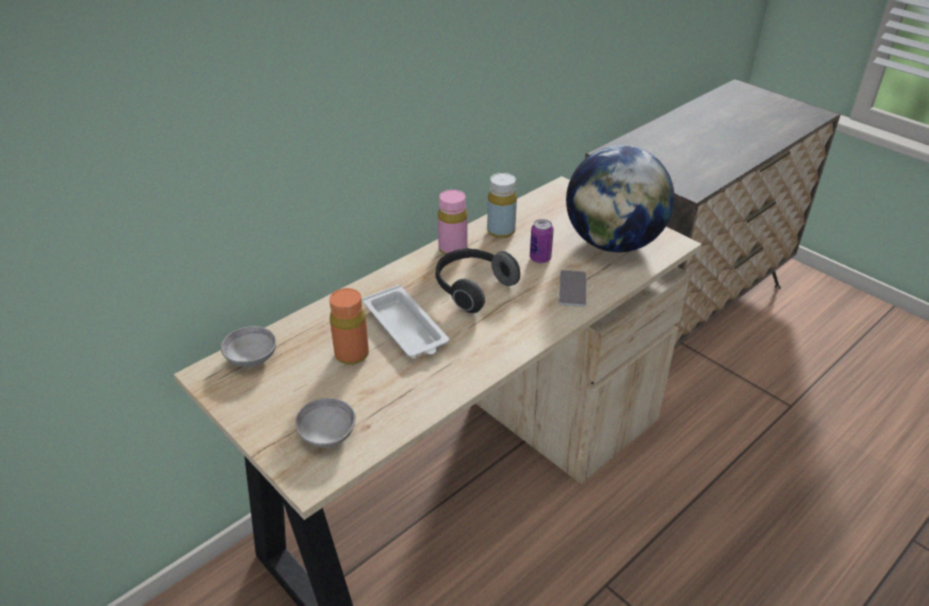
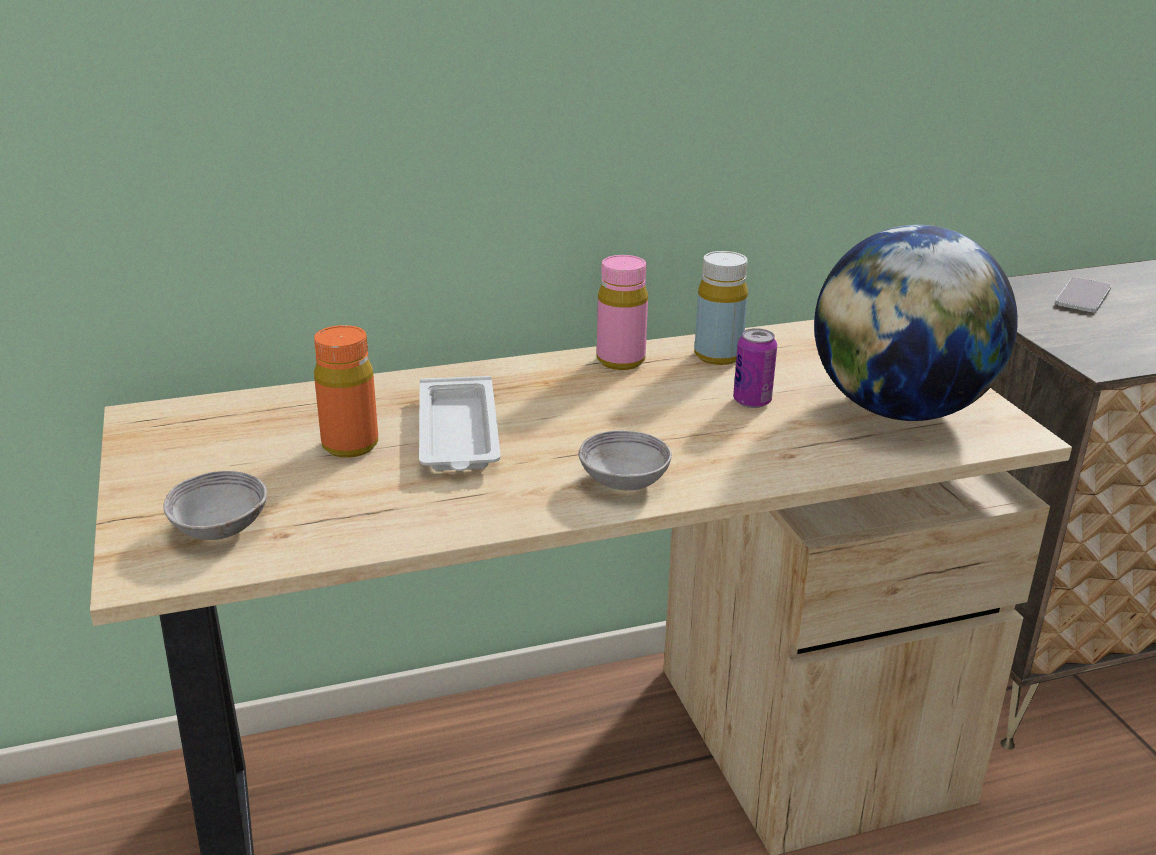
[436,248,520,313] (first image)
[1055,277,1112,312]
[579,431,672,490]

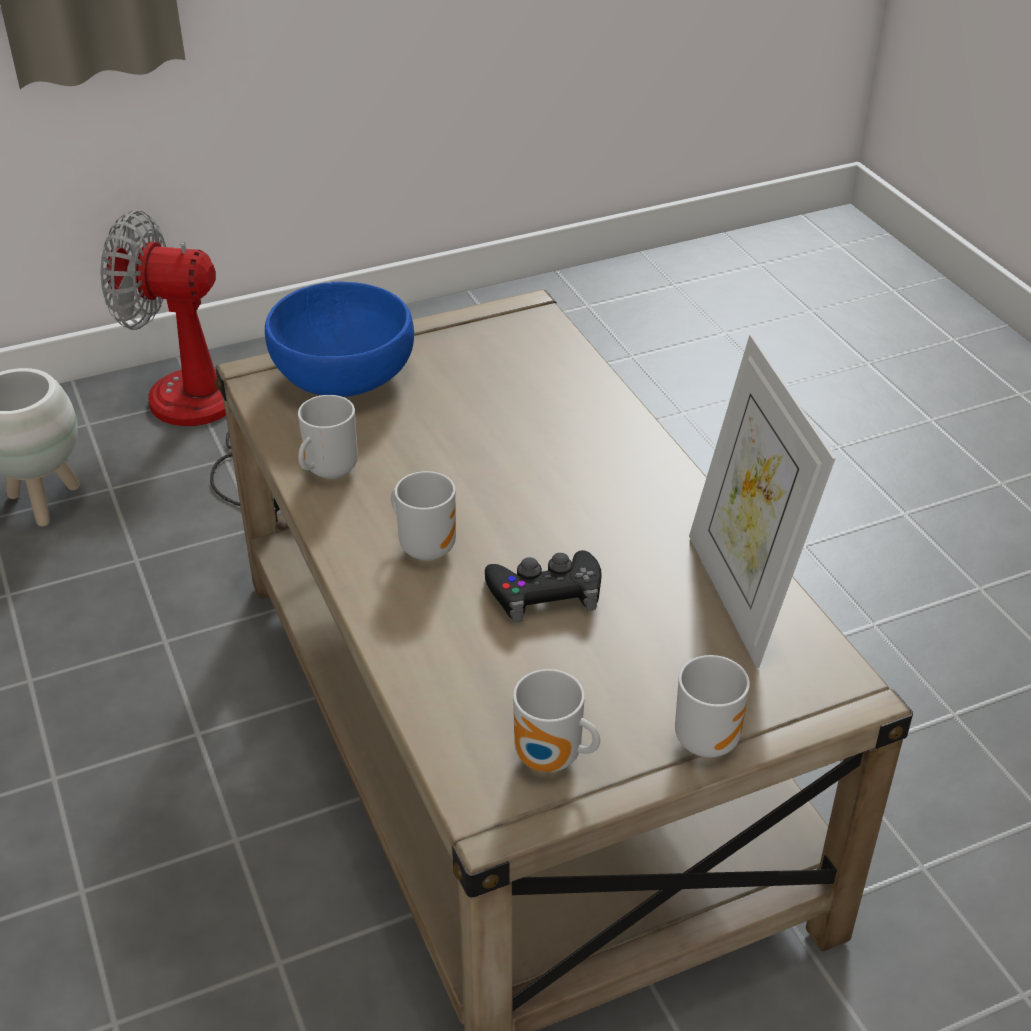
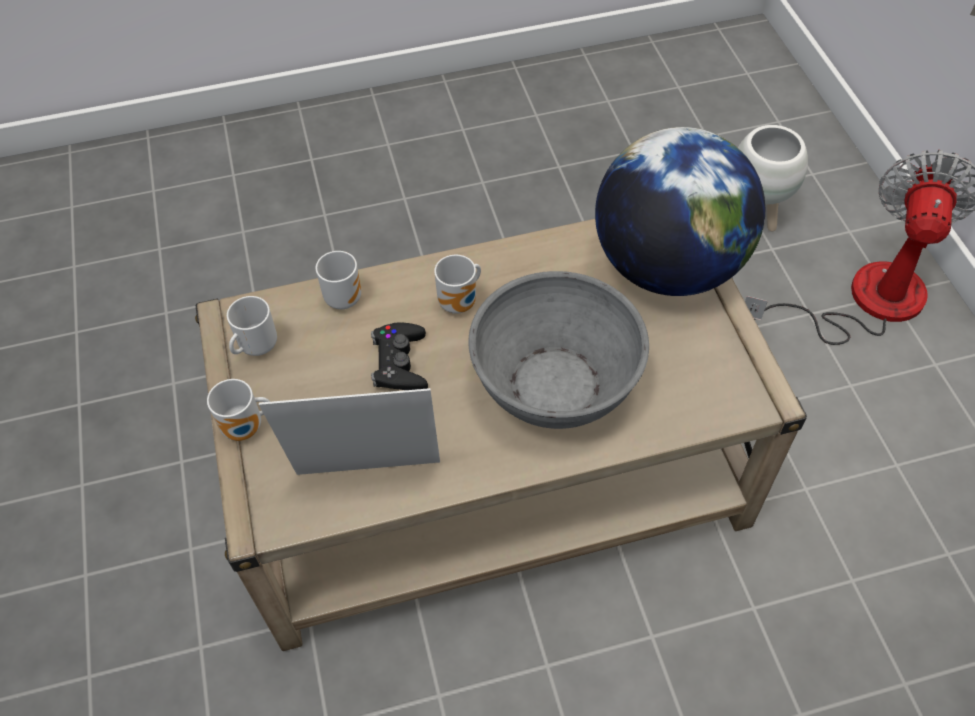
[595,127,765,296]
[316,251,361,309]
[468,271,649,429]

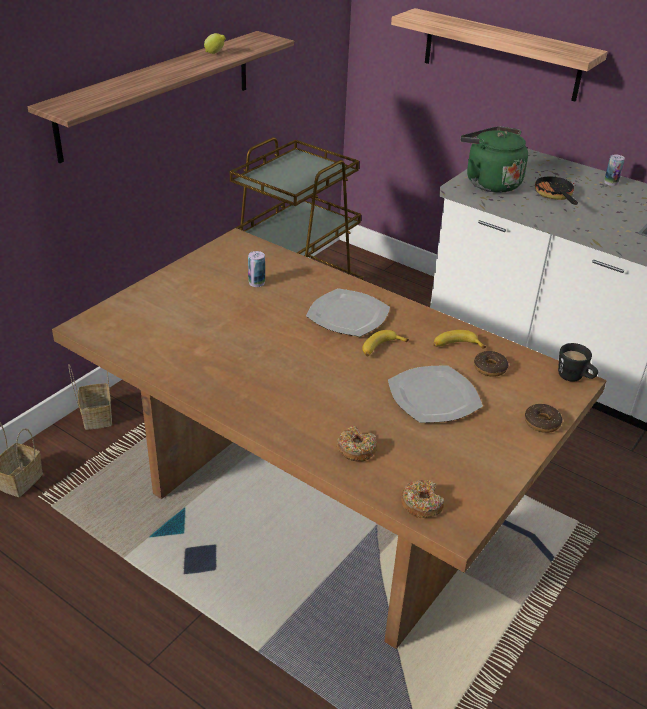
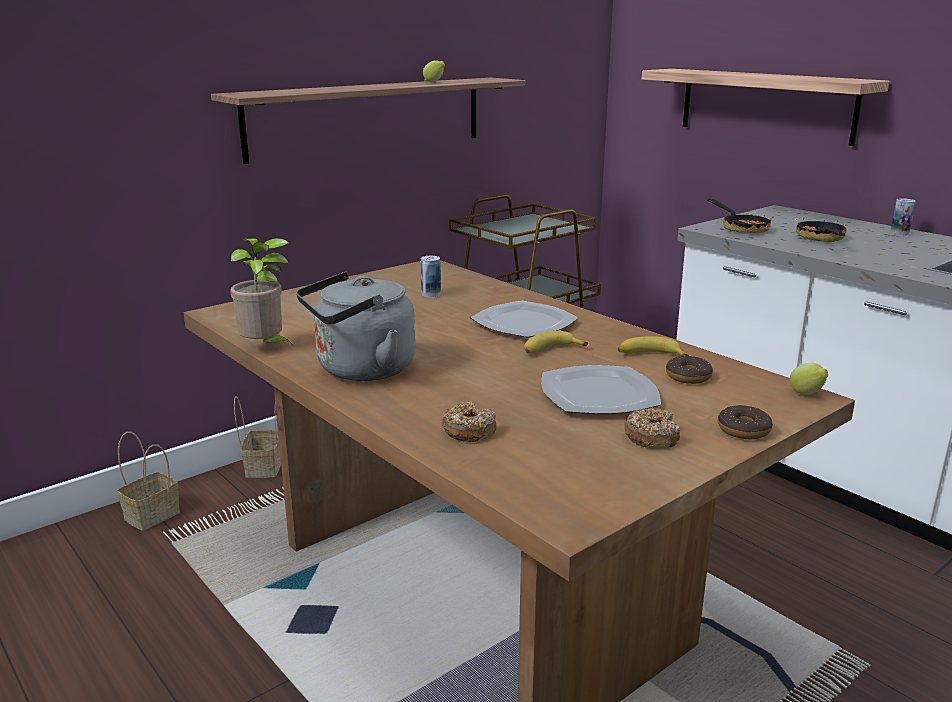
[707,199,772,233]
[790,363,828,394]
[624,408,680,447]
[230,238,292,344]
[296,272,415,381]

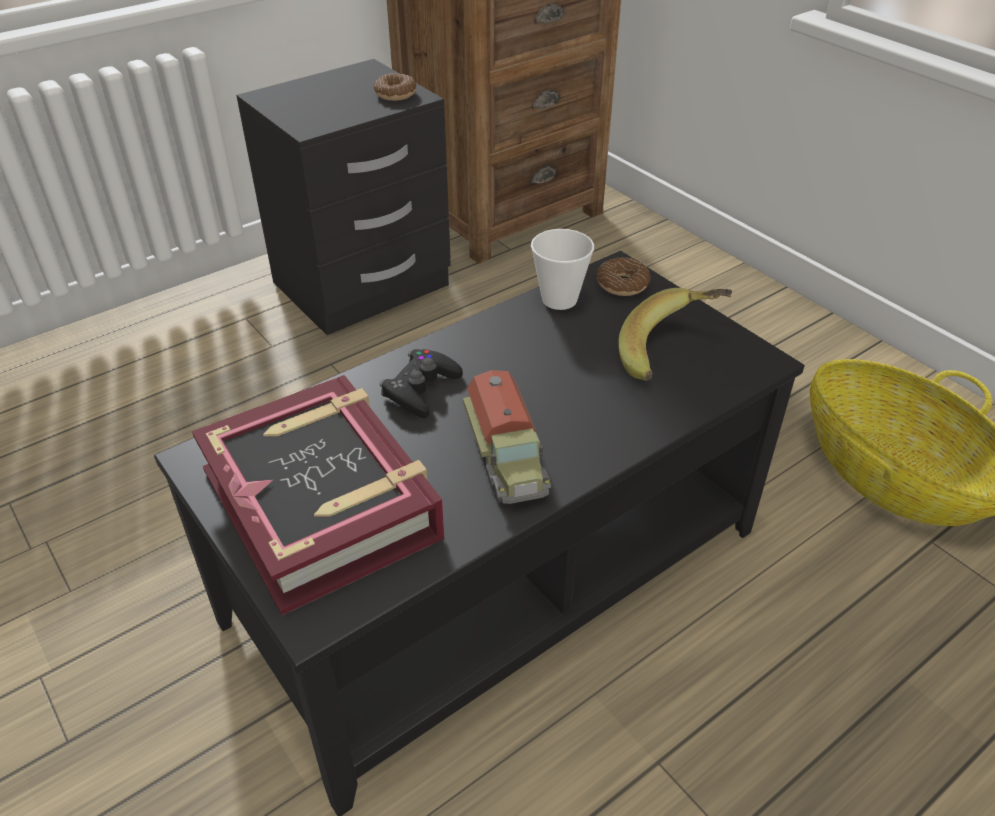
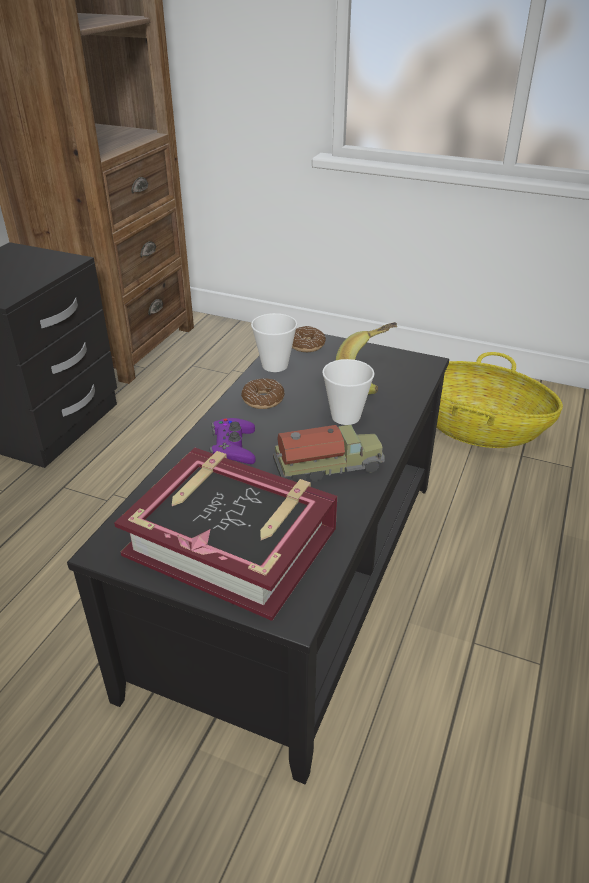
[241,378,285,409]
[210,418,256,464]
[273,425,385,482]
[322,359,375,425]

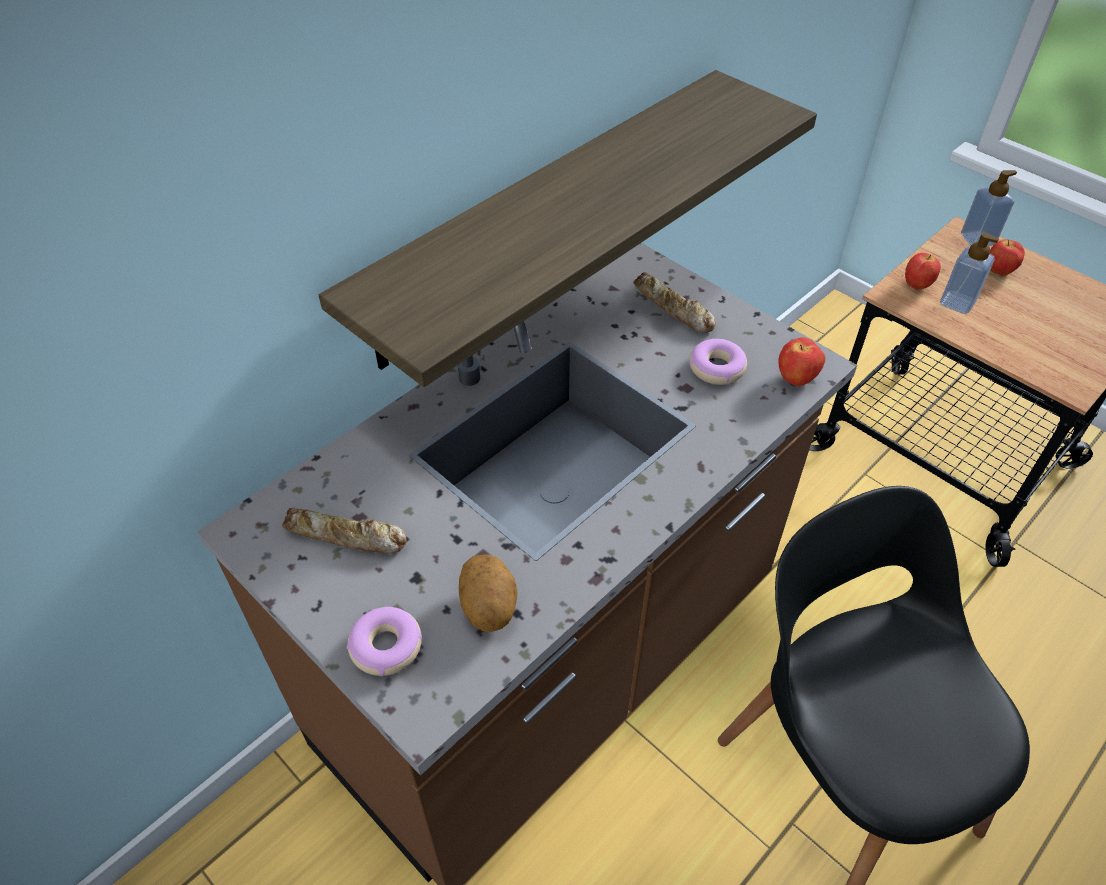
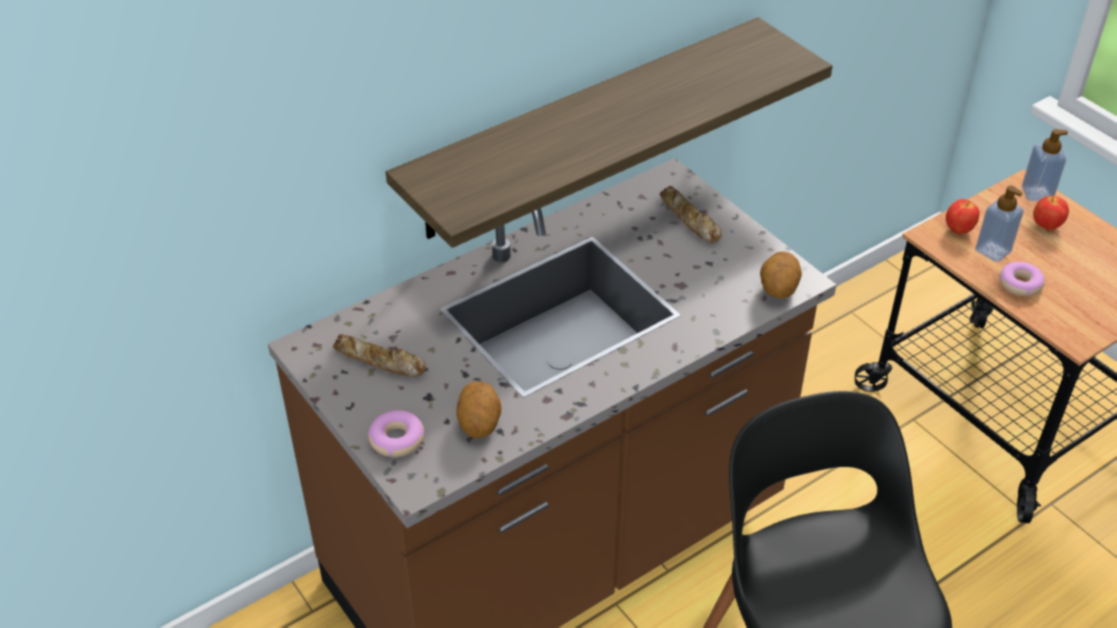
[760,251,802,299]
[999,262,1045,296]

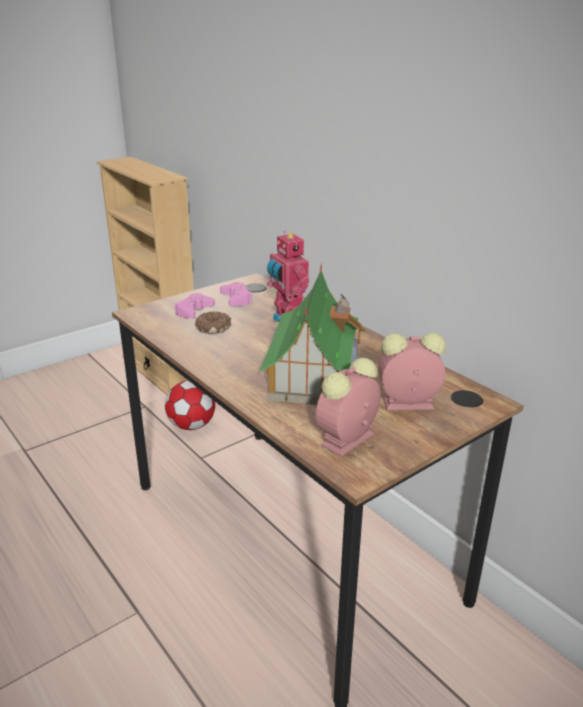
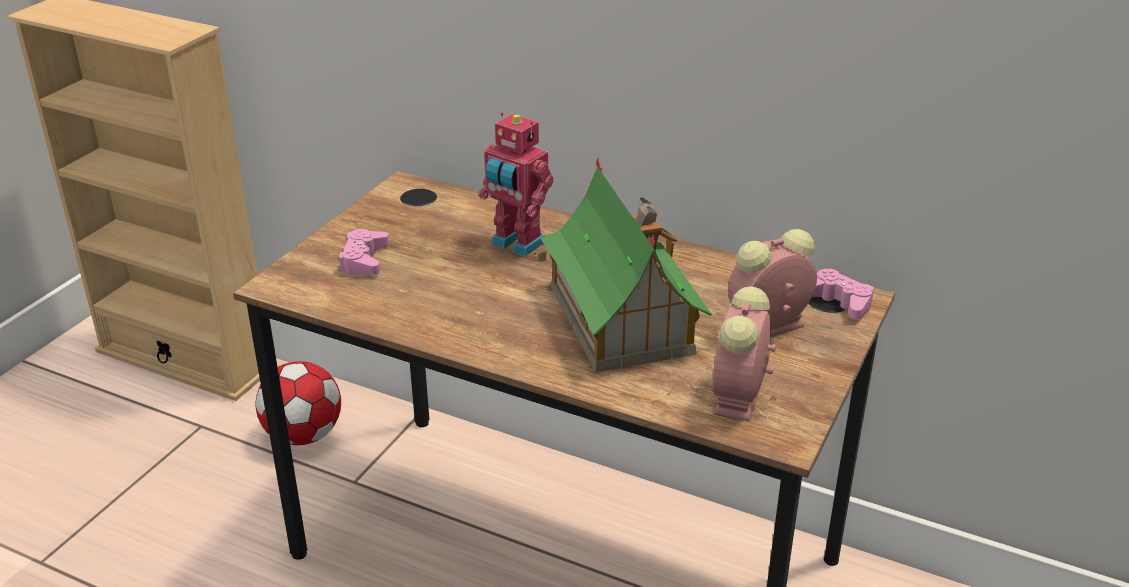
[812,268,874,319]
[195,311,231,334] (first image)

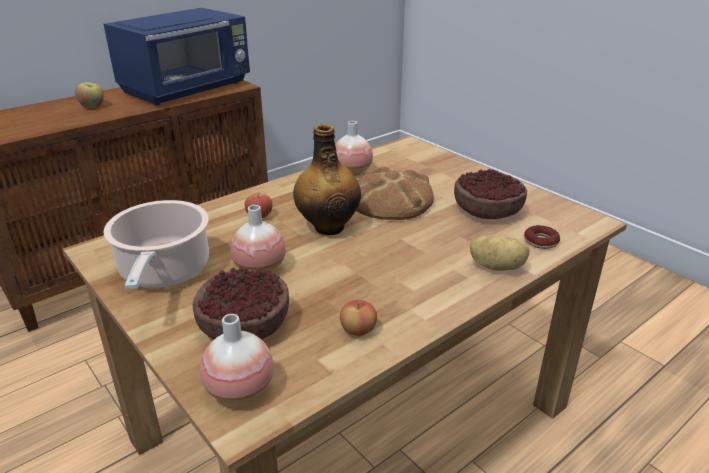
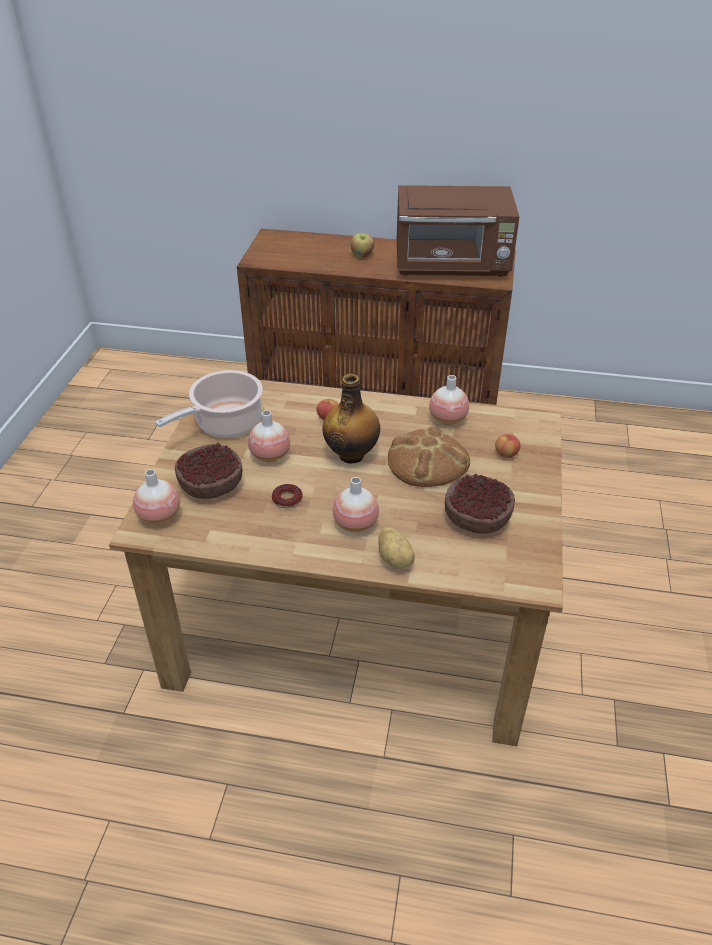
[397,185,519,277]
[272,484,303,508]
[495,434,520,458]
[333,477,379,532]

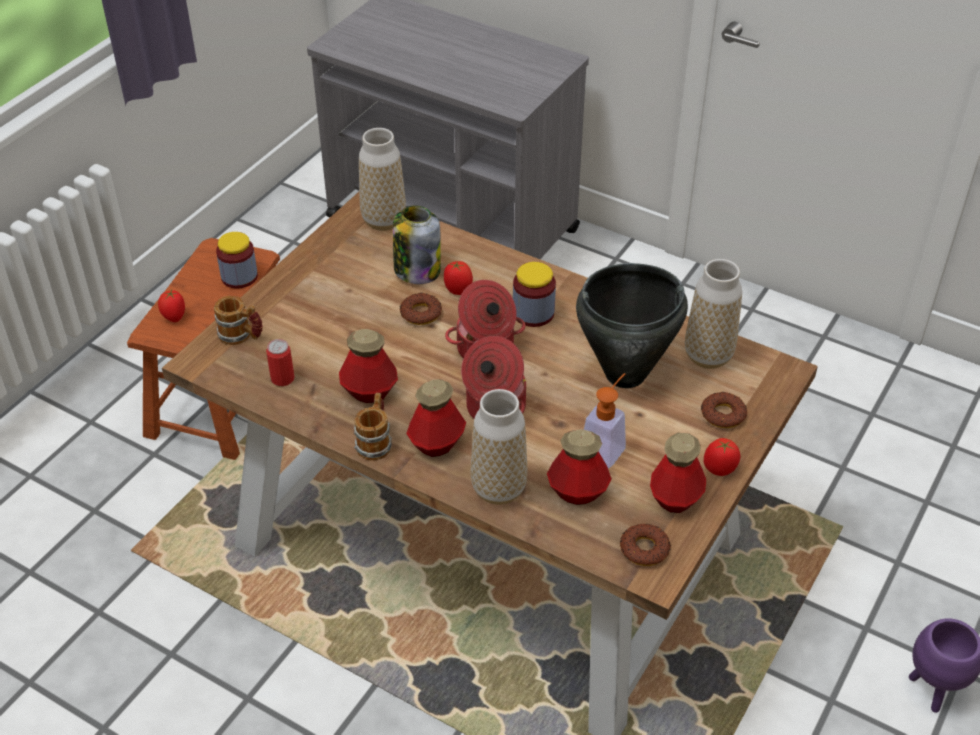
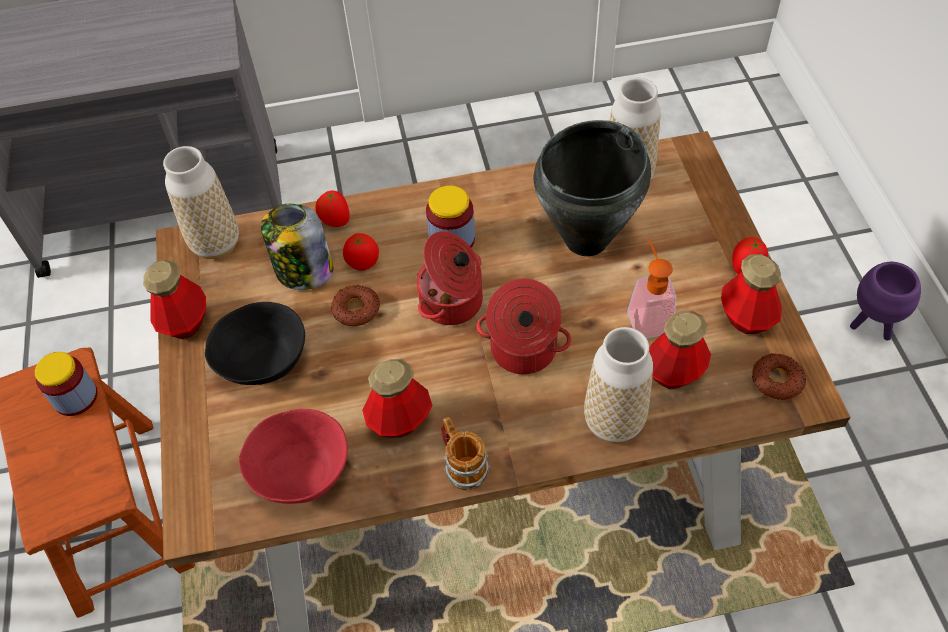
[315,191,349,227]
[214,296,263,345] (first image)
[239,409,348,504]
[143,260,206,339]
[701,392,747,428] (first image)
[205,302,305,385]

